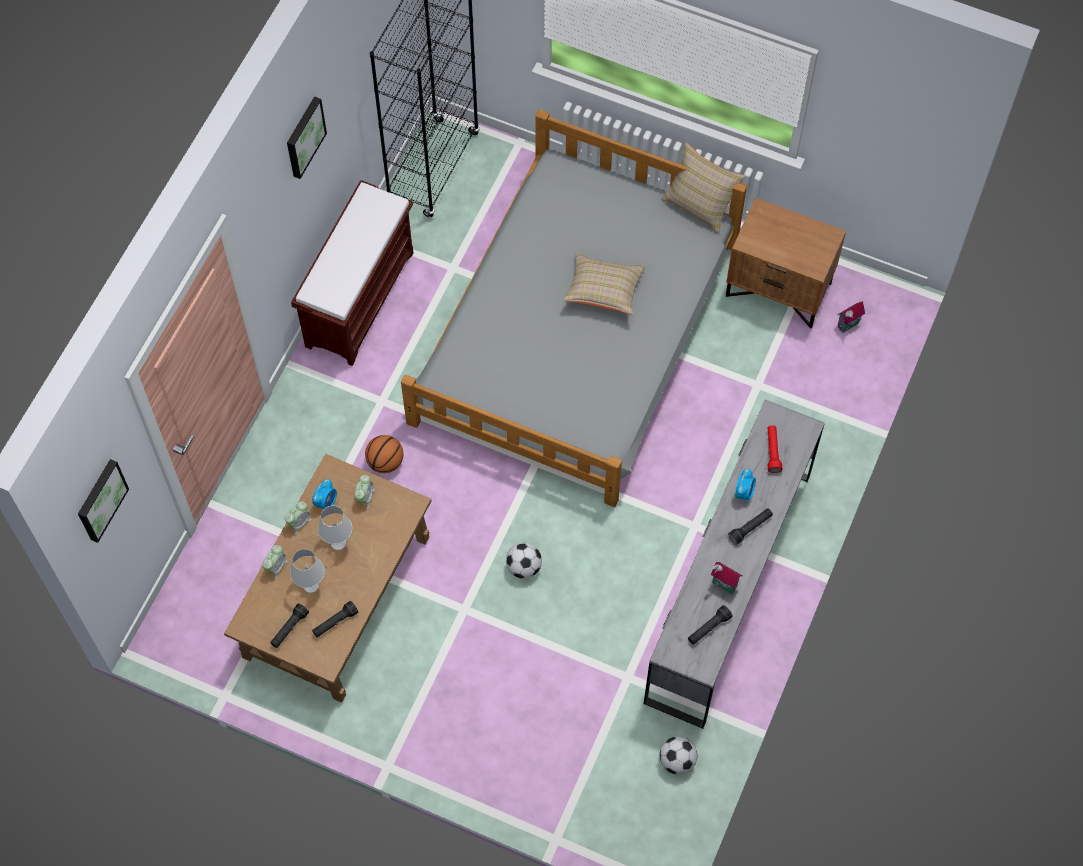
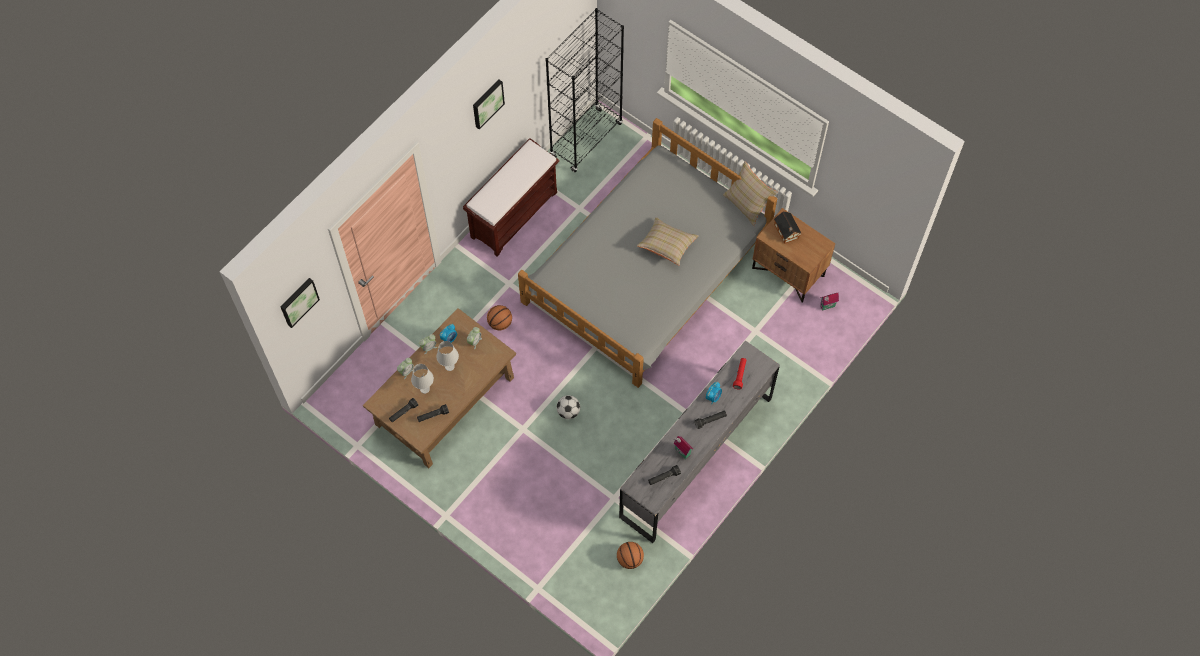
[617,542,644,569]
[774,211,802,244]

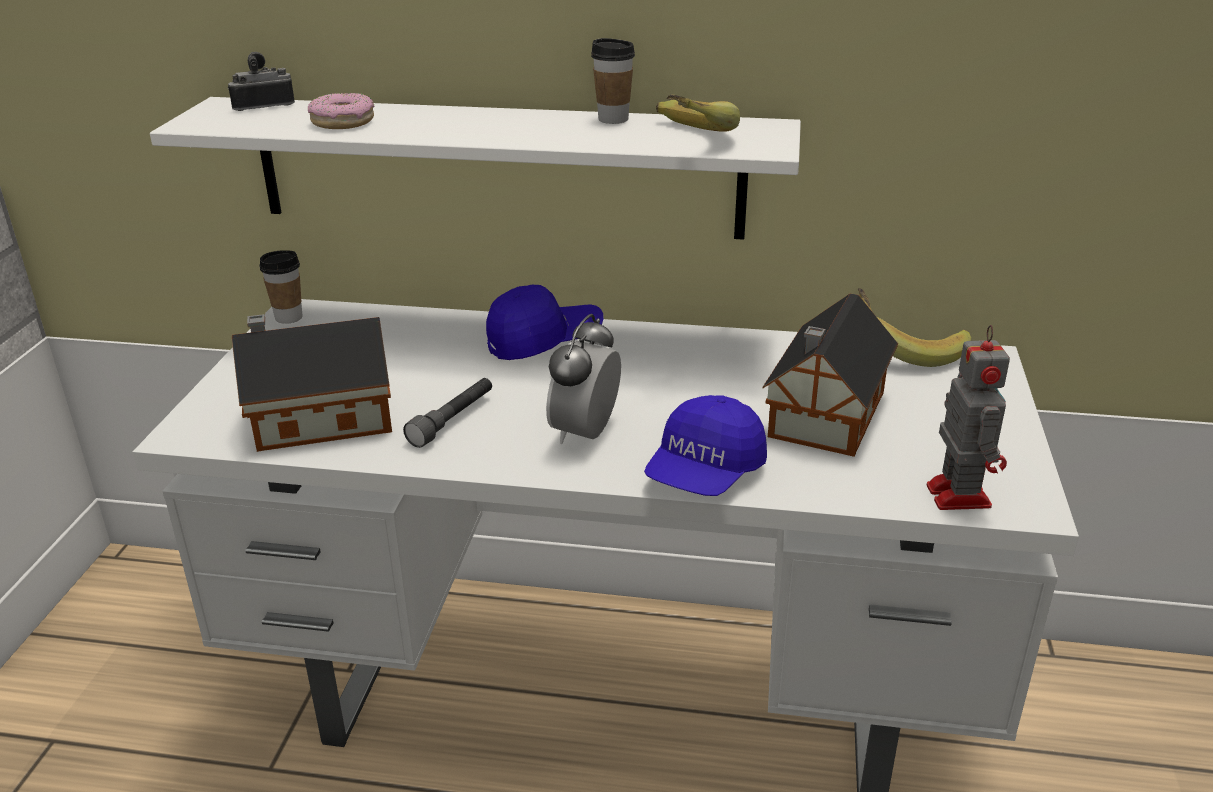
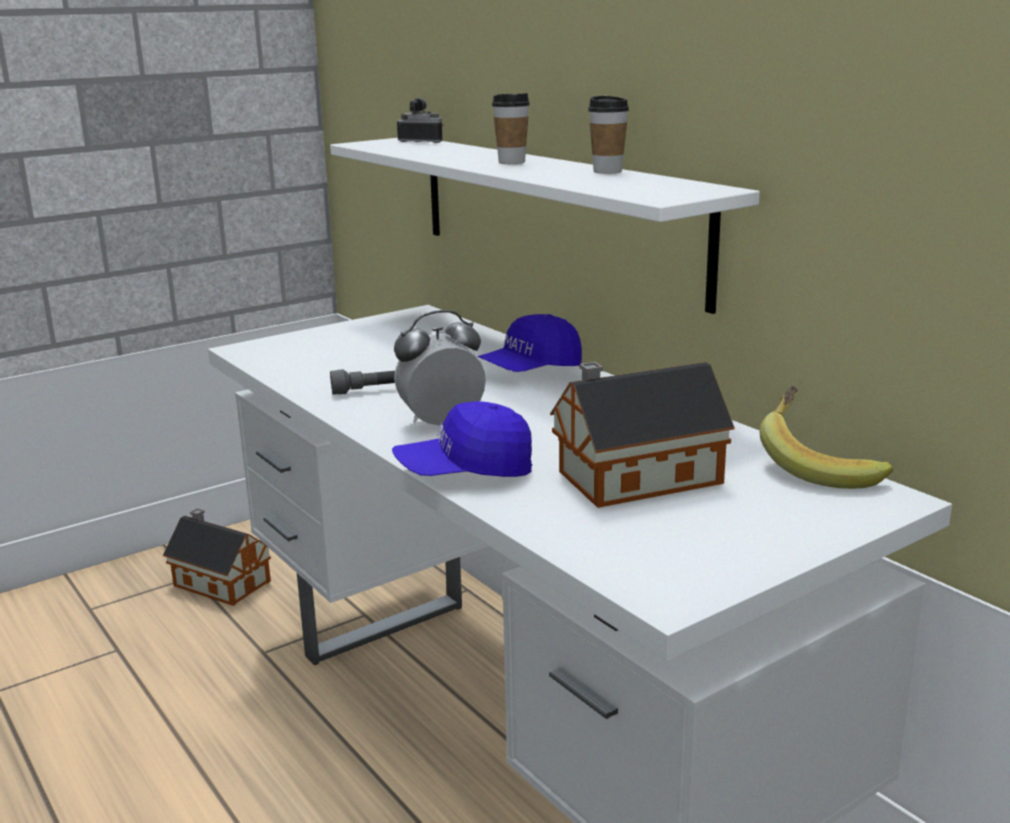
[308,93,374,129] (first image)
[656,95,740,132] (first image)
[492,93,530,164]
[478,314,582,372]
[163,508,271,606]
[927,325,1010,510] (first image)

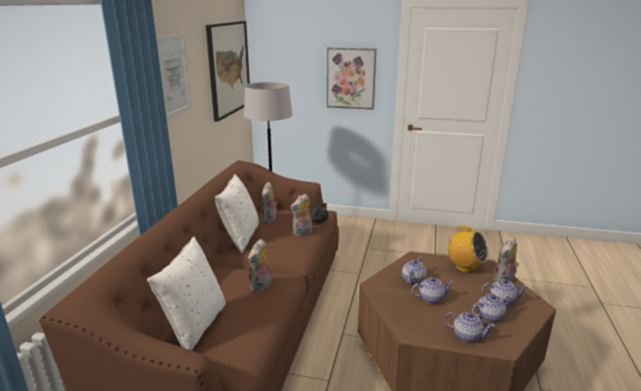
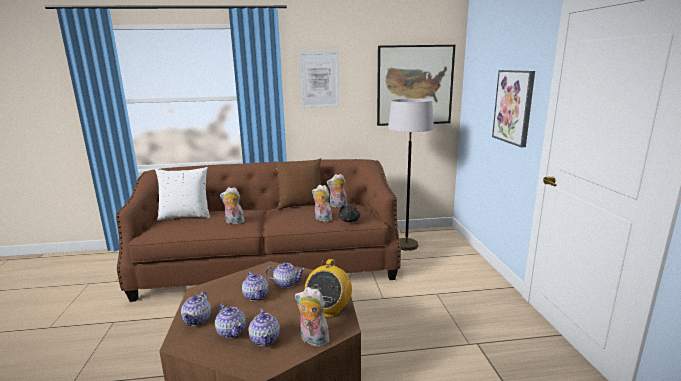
[274,158,321,210]

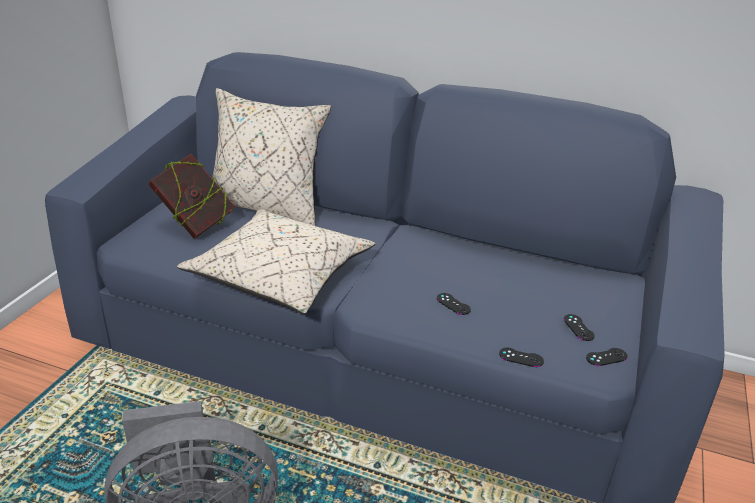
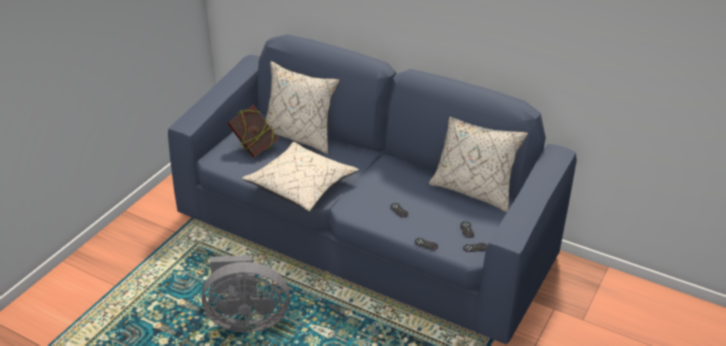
[429,117,528,212]

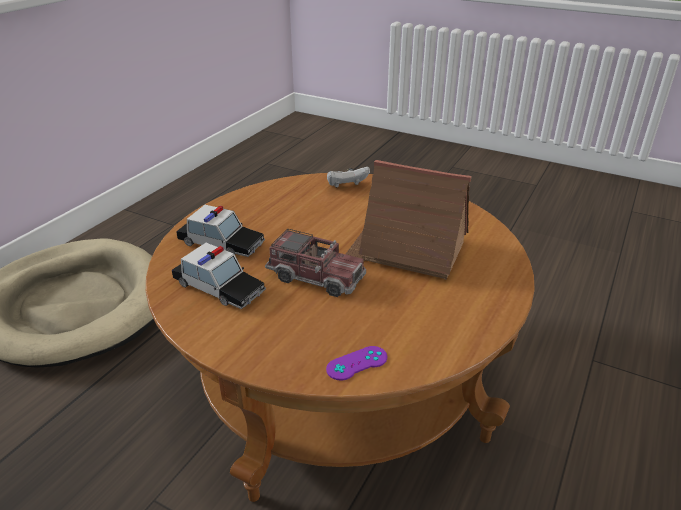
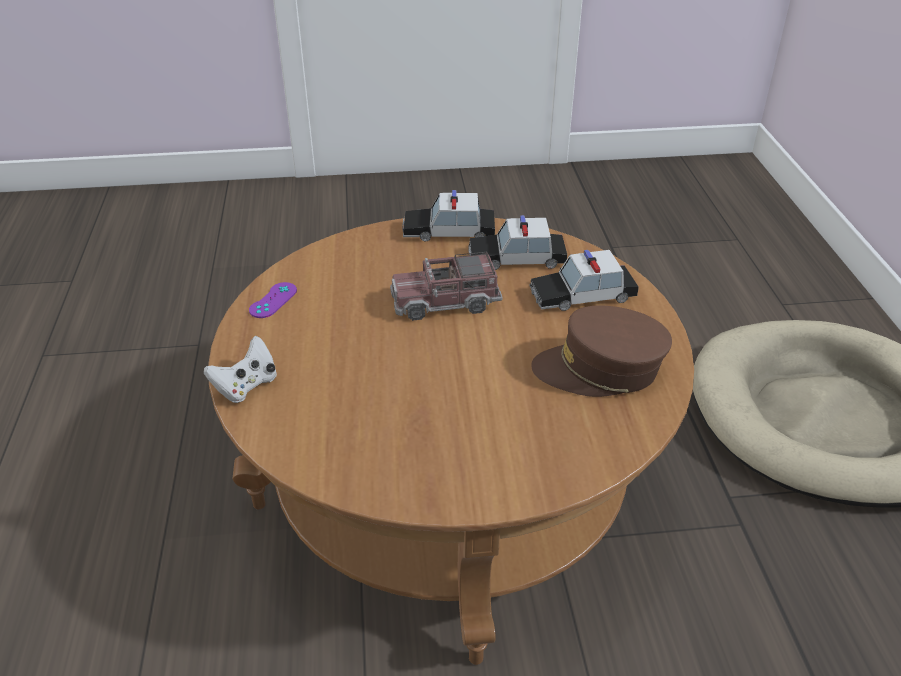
[346,160,472,280] (first image)
[204,336,277,403]
[249,282,297,318]
[402,190,495,241]
[531,305,672,397]

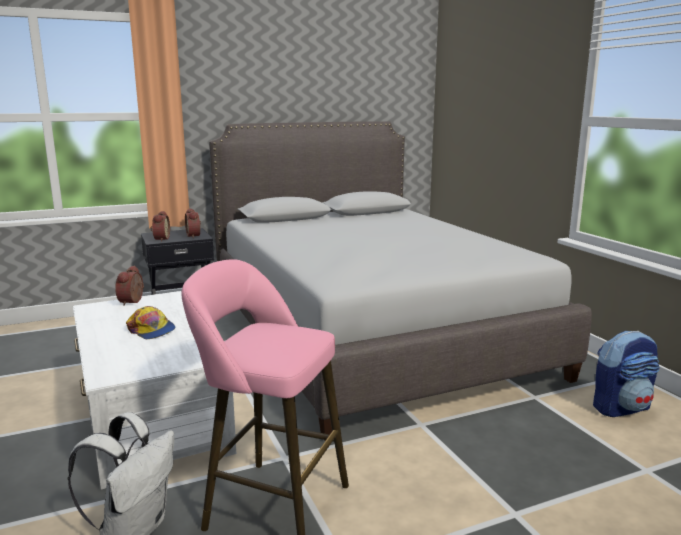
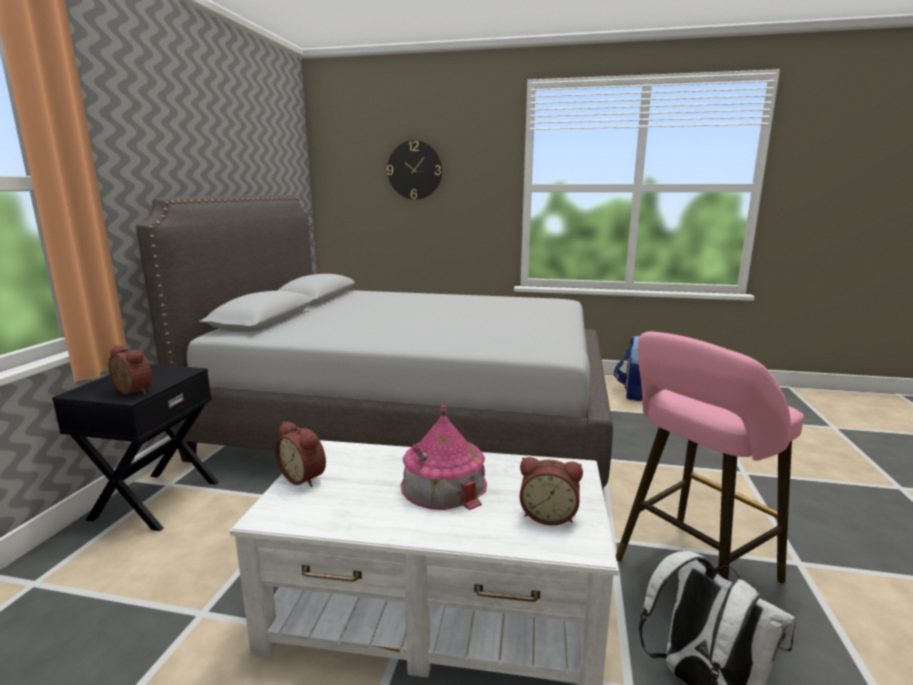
[520,457,583,525]
[401,405,487,510]
[387,140,442,200]

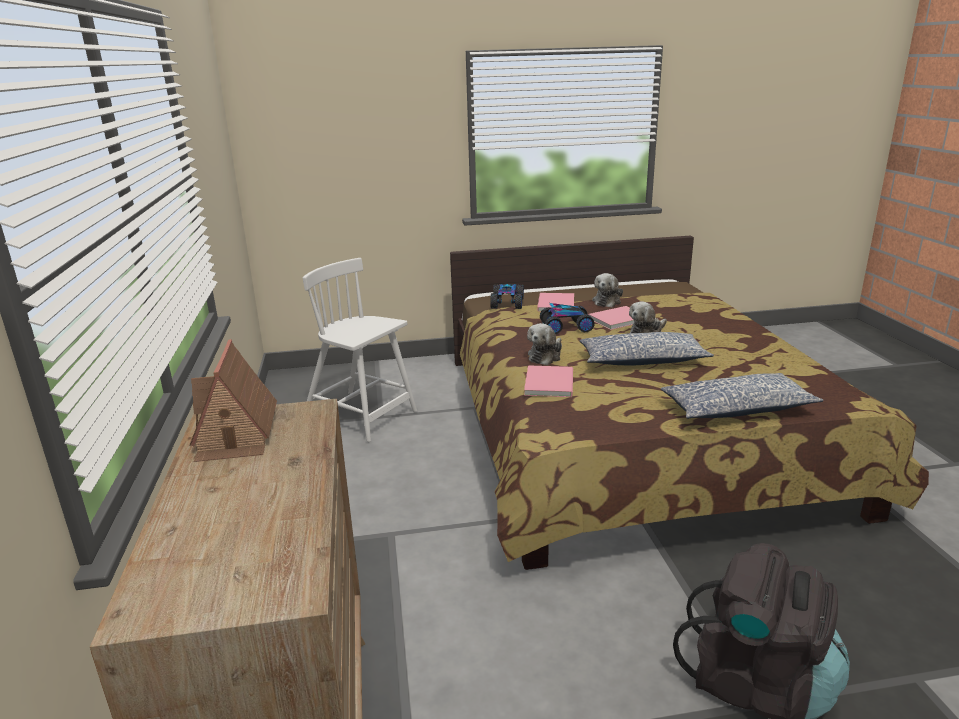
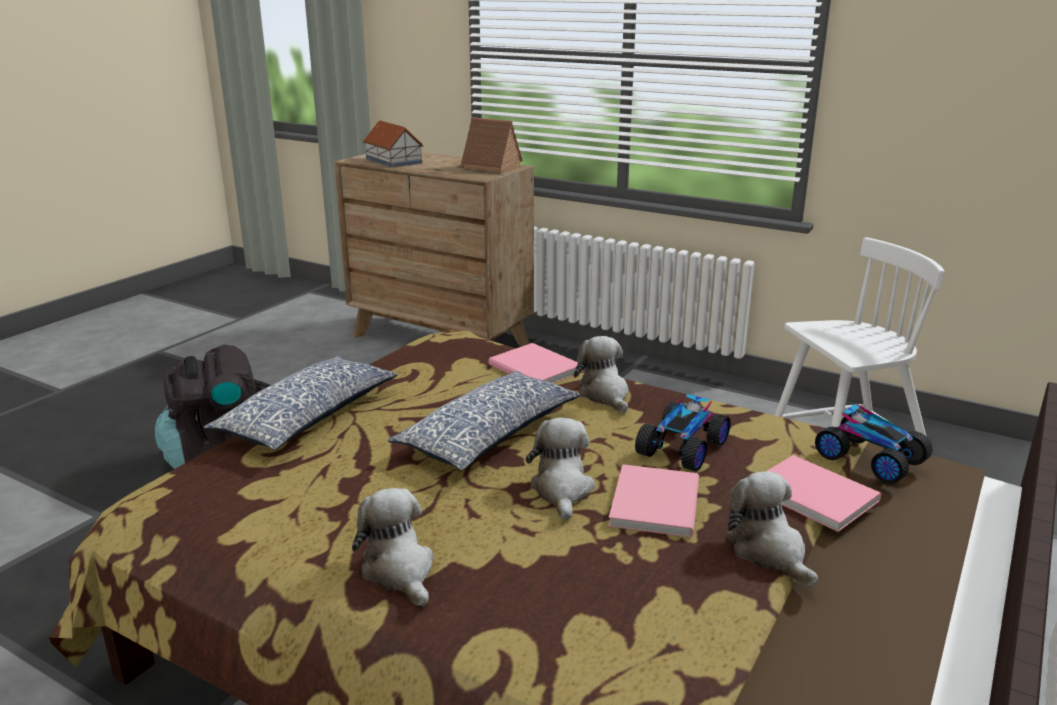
[363,120,423,168]
[352,488,433,607]

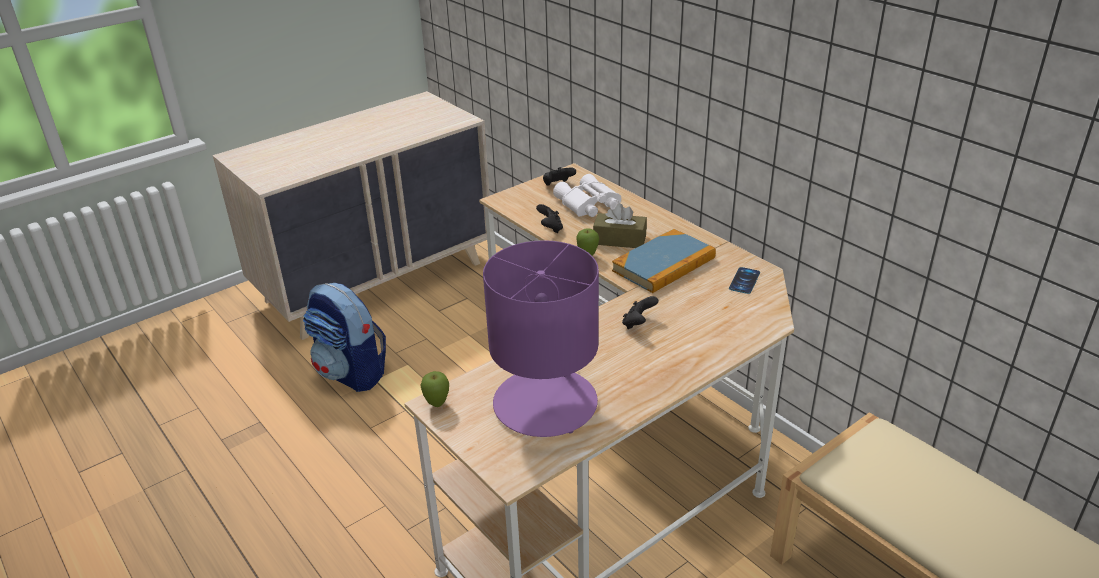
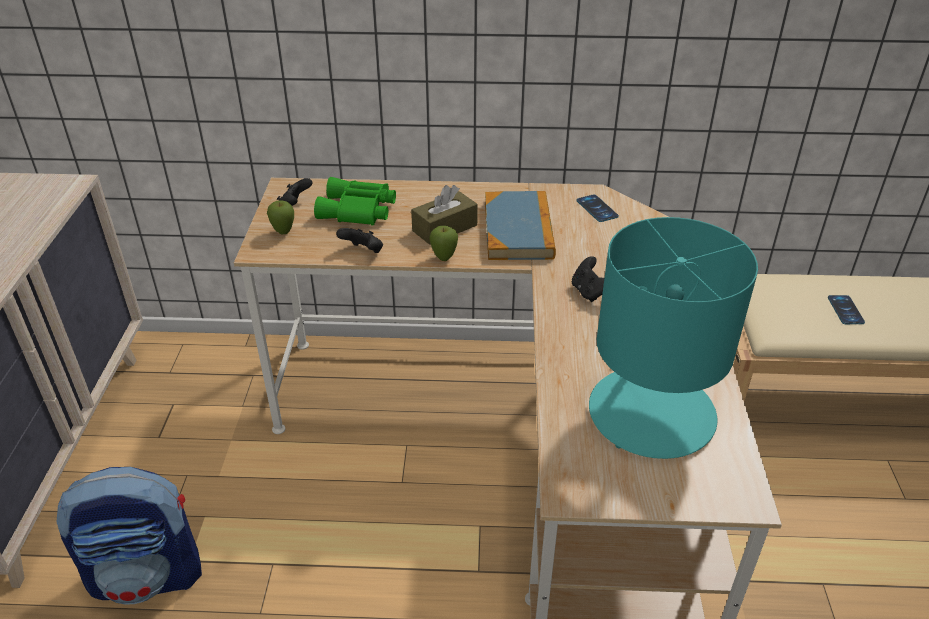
[314,177,396,226]
[589,217,758,459]
[267,200,294,234]
[828,295,865,324]

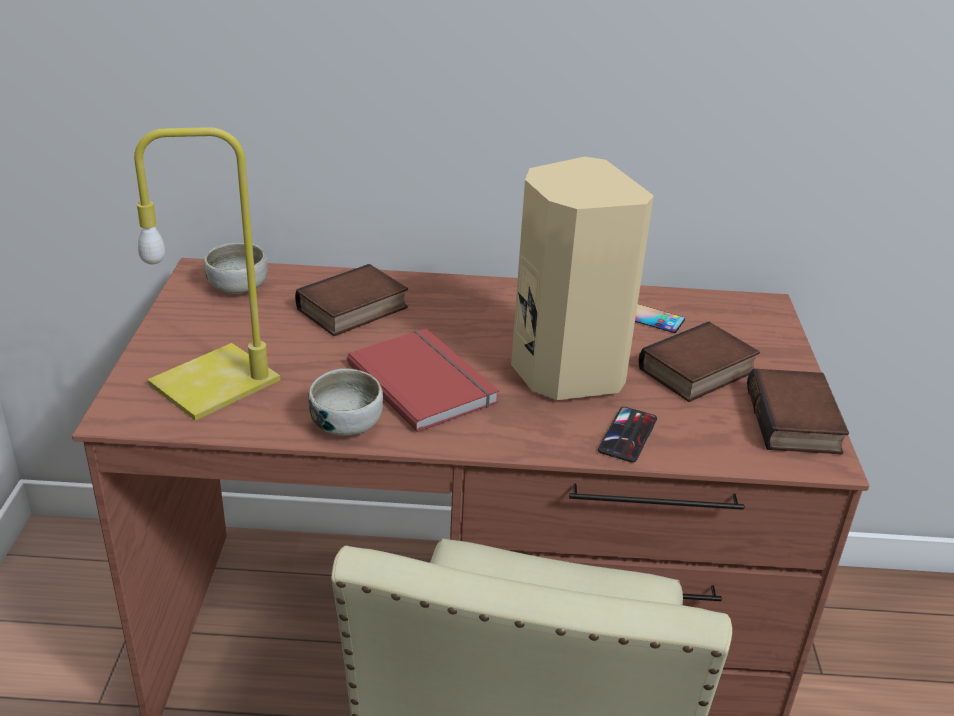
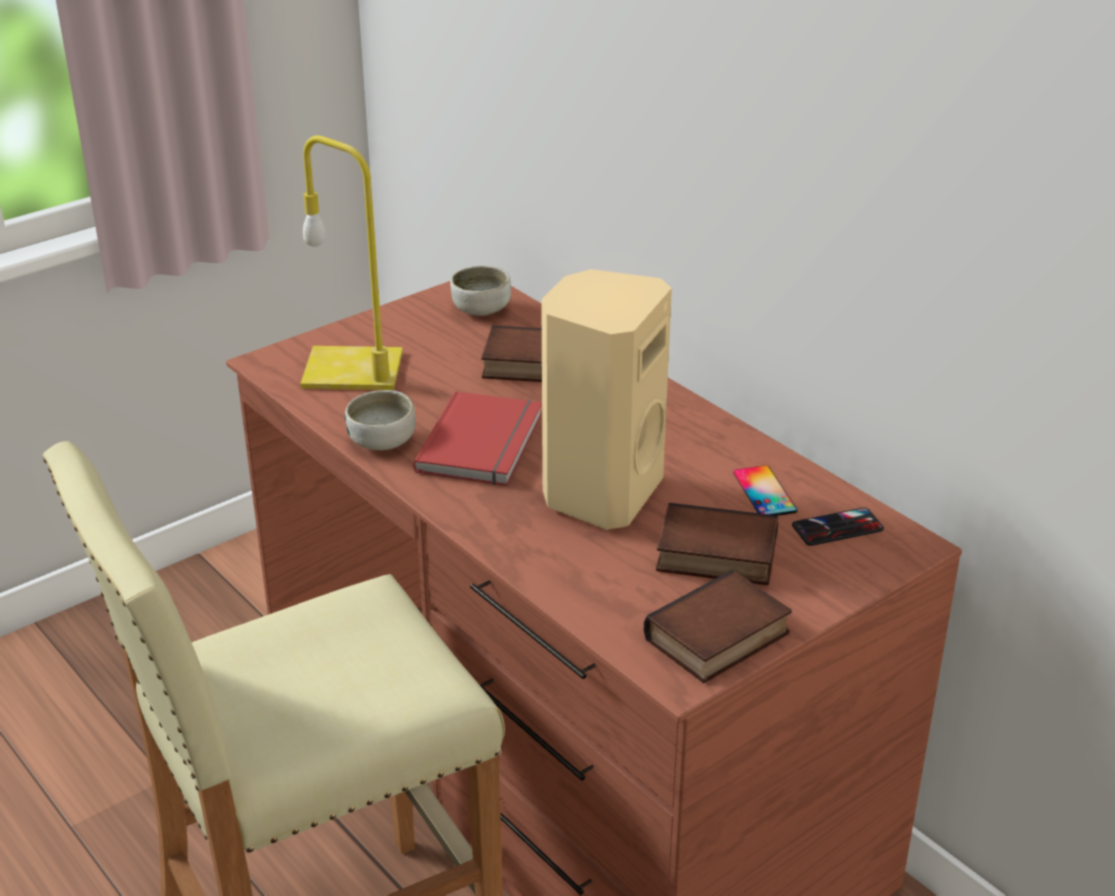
[792,507,884,546]

